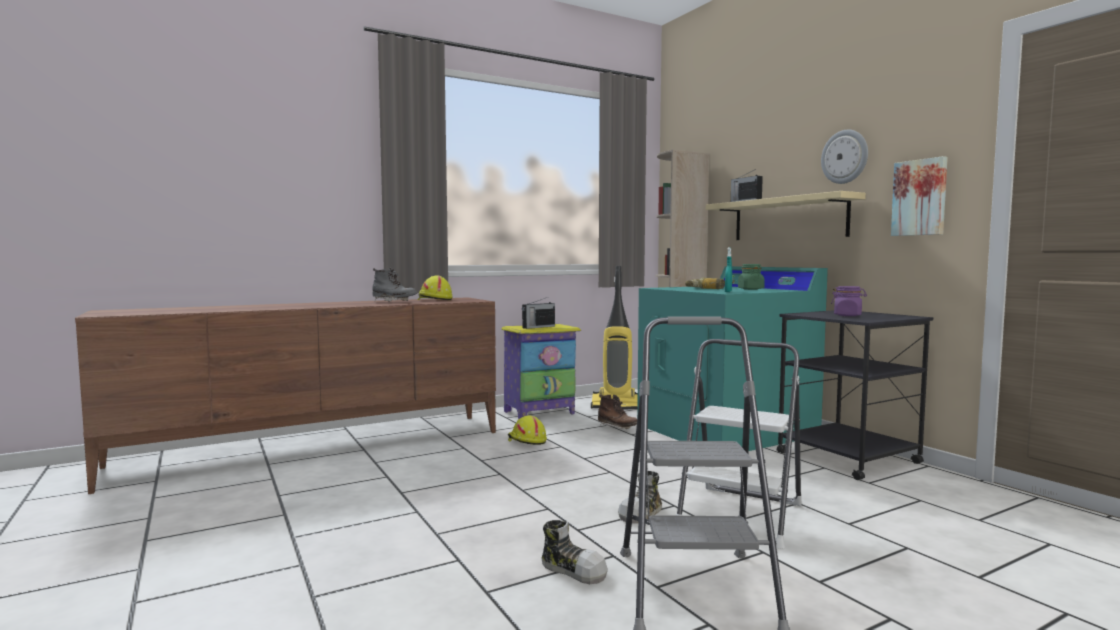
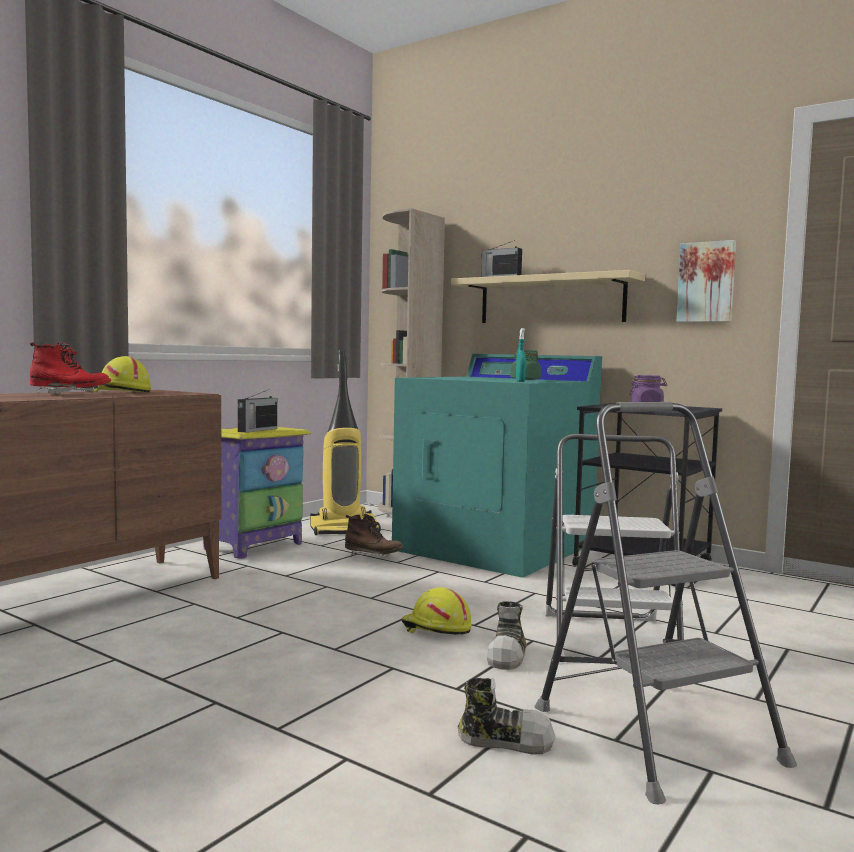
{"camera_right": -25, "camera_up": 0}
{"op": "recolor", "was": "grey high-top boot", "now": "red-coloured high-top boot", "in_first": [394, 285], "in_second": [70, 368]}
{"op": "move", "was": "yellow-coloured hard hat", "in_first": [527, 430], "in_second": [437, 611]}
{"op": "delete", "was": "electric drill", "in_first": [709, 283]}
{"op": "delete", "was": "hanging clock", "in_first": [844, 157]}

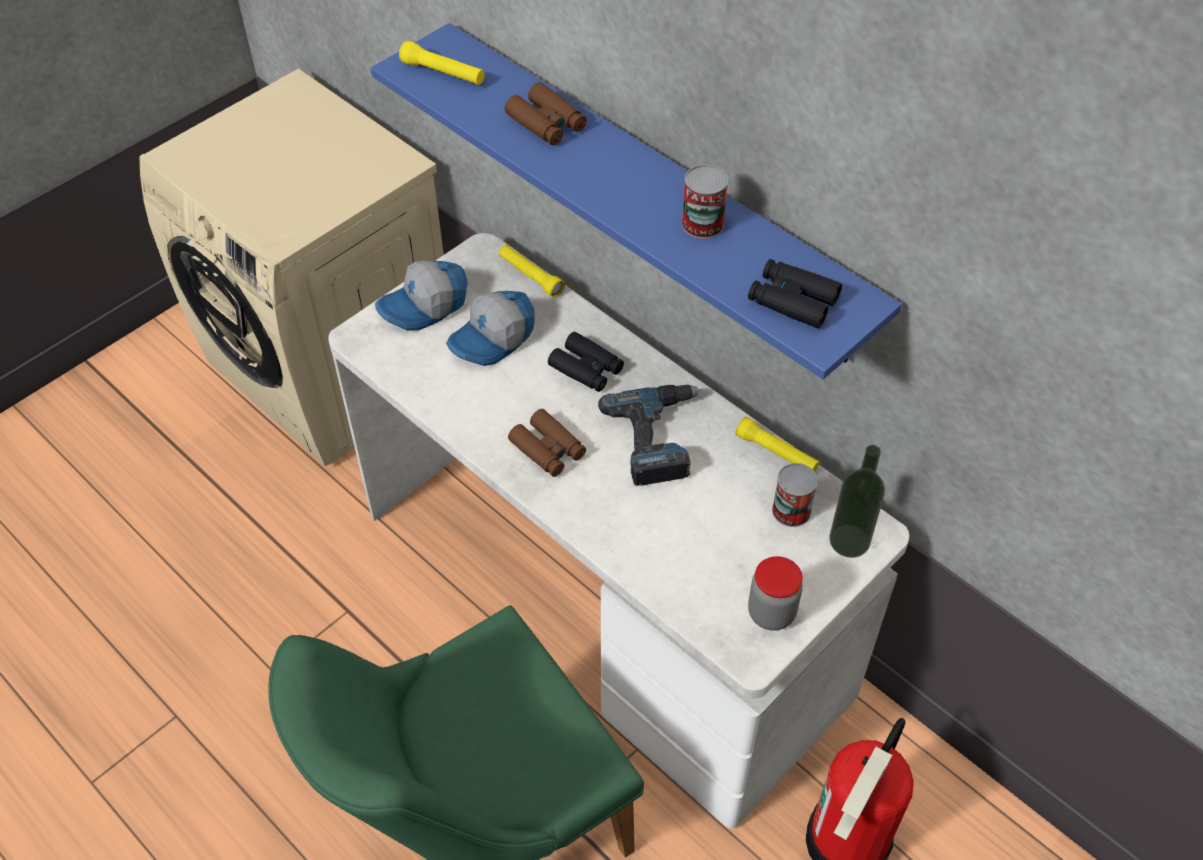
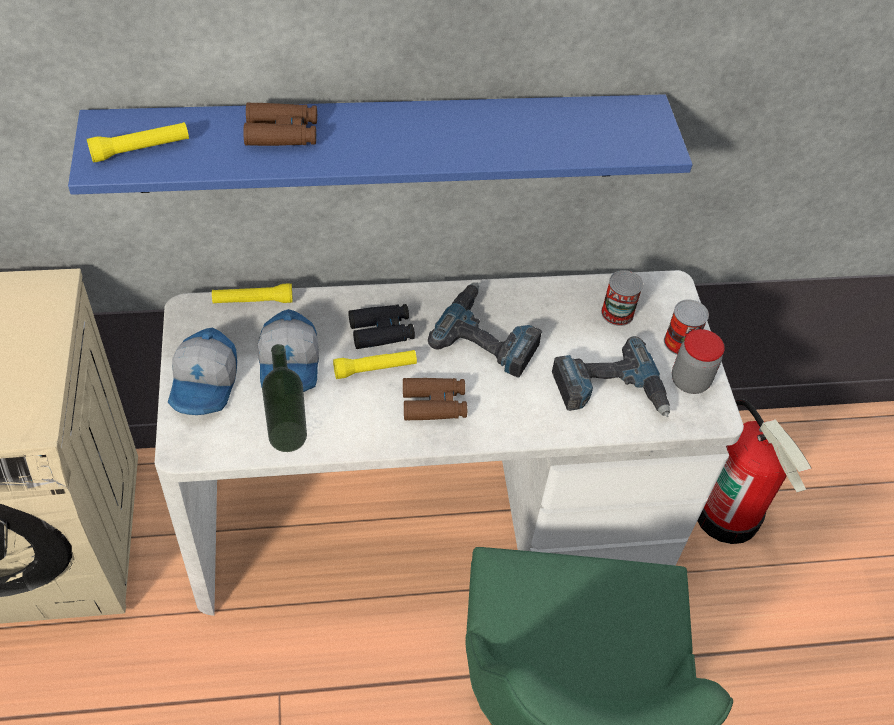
{"camera_right": -55, "camera_up": 0}
{"op": "move", "was": "bottle", "in_first": [857, 501], "in_second": [284, 398]}
{"op": "move", "was": "yellow-coloured flashlight", "in_first": [777, 444], "in_second": [375, 364]}
{"op": "insert", "now": "electric drill", "in_second": [611, 376]}
{"op": "move", "was": "can", "in_first": [705, 201], "in_second": [686, 327]}
{"op": "delete", "was": "black pair of binoculars", "in_first": [795, 293]}

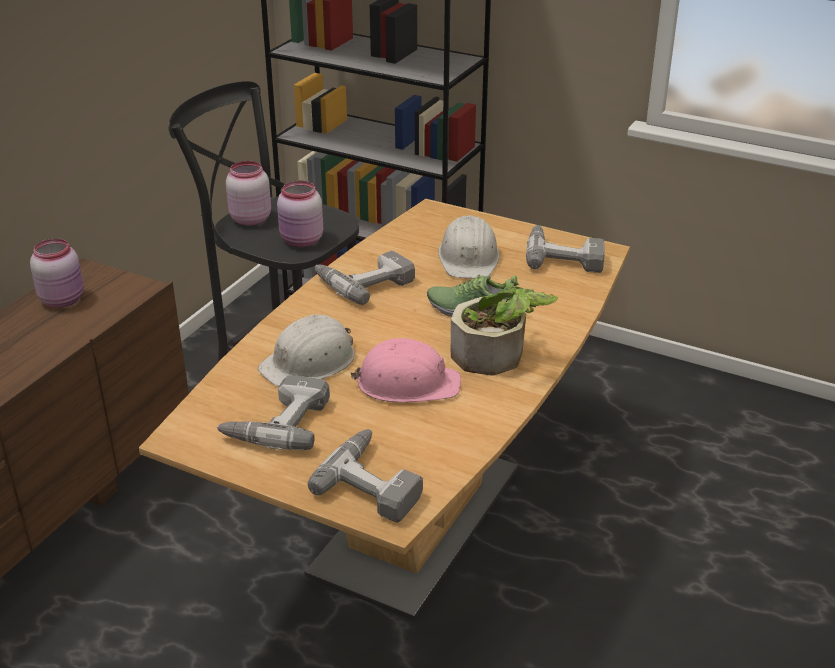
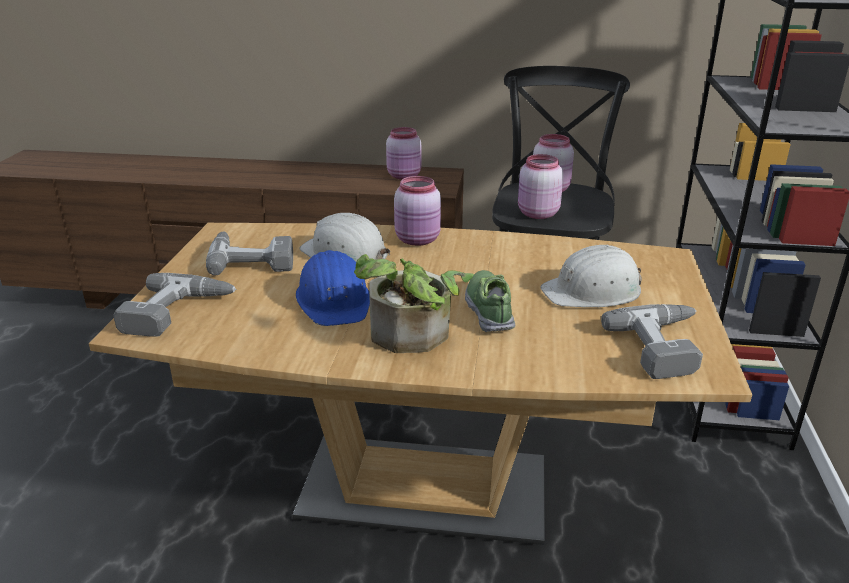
{"camera_right": 70, "camera_up": -5}
{"op": "recolor", "was": "pinkish hard hat", "now": "bluish hard hat", "in_first": [405, 370], "in_second": [333, 288]}
{"op": "insert", "now": "pinkish storage jar", "in_second": [417, 211]}
{"op": "delete", "was": "electric drill", "in_first": [365, 278]}

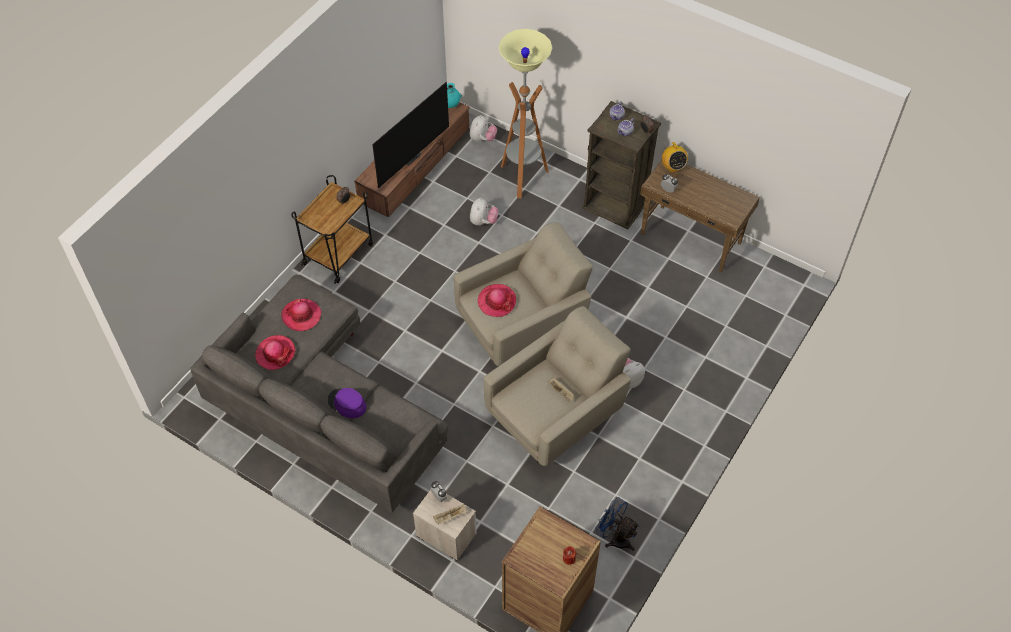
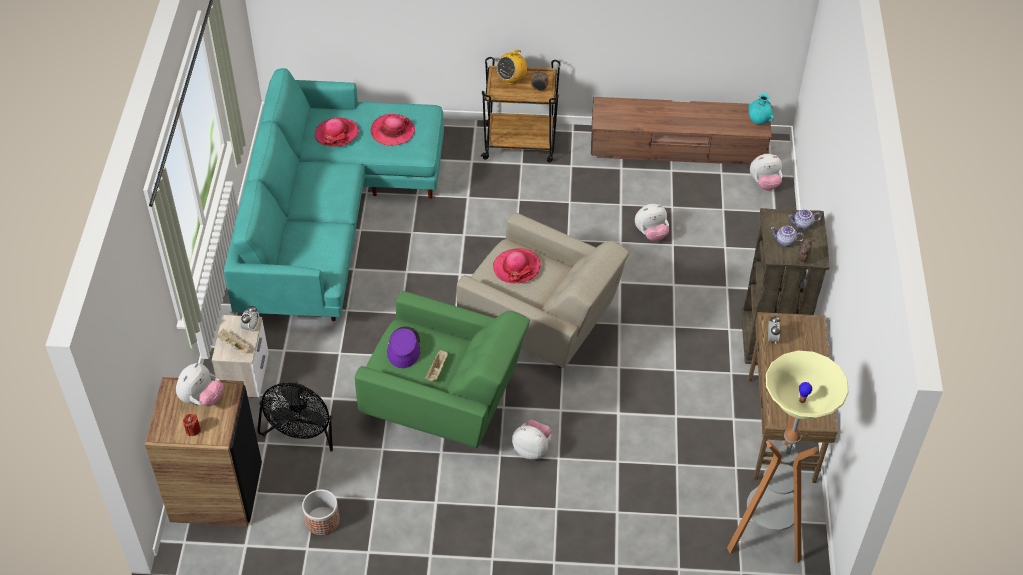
{"camera_right": 60, "camera_up": -5}
{"op": "insert", "now": "soft toy", "in_second": [199, 384]}
{"op": "recolor", "was": "grey sofa", "now": "blue-green sofa", "in_first": [319, 393], "in_second": [334, 194]}
{"op": "insert", "now": "black cooling fan", "in_second": [295, 417]}
{"op": "replace", "was": "bluish cooling fan", "now": "flower pot", "in_first": [617, 524], "in_second": [321, 512]}
{"op": "recolor", "was": "sand-coloured easy chair", "now": "green-coloured easy chair", "in_first": [557, 386], "in_second": [442, 369]}
{"op": "move", "was": "purple hat", "in_first": [347, 403], "in_second": [404, 347]}
{"op": "move", "was": "radio receiver", "in_first": [675, 157], "in_second": [512, 67]}
{"op": "move", "was": "standard lamp", "in_first": [525, 113], "in_second": [788, 456]}
{"op": "delete", "was": "TV", "in_first": [410, 135]}

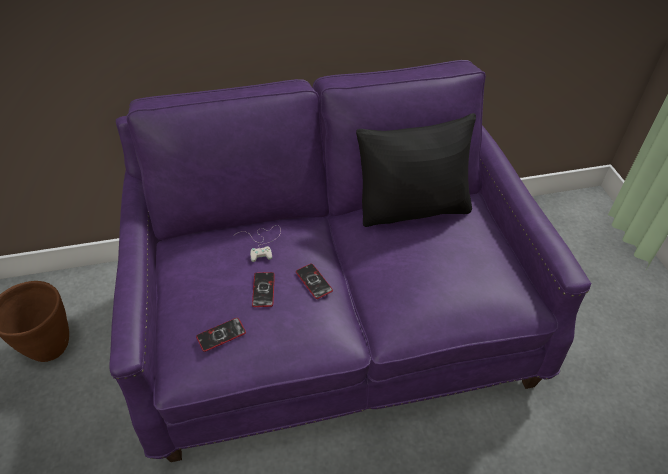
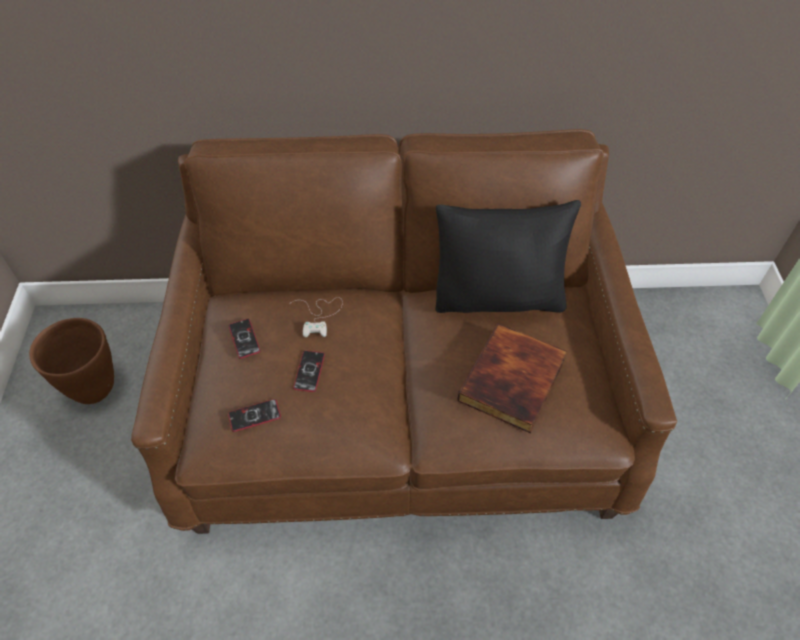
{"camera_right": 10, "camera_up": 5}
{"op": "recolor", "was": "purple sofa", "now": "brown-coloured sofa", "in_first": [350, 261], "in_second": [404, 331]}
{"op": "move", "was": "phone", "in_first": [314, 281], "in_second": [244, 339]}
{"op": "insert", "now": "bound book", "in_second": [512, 378]}

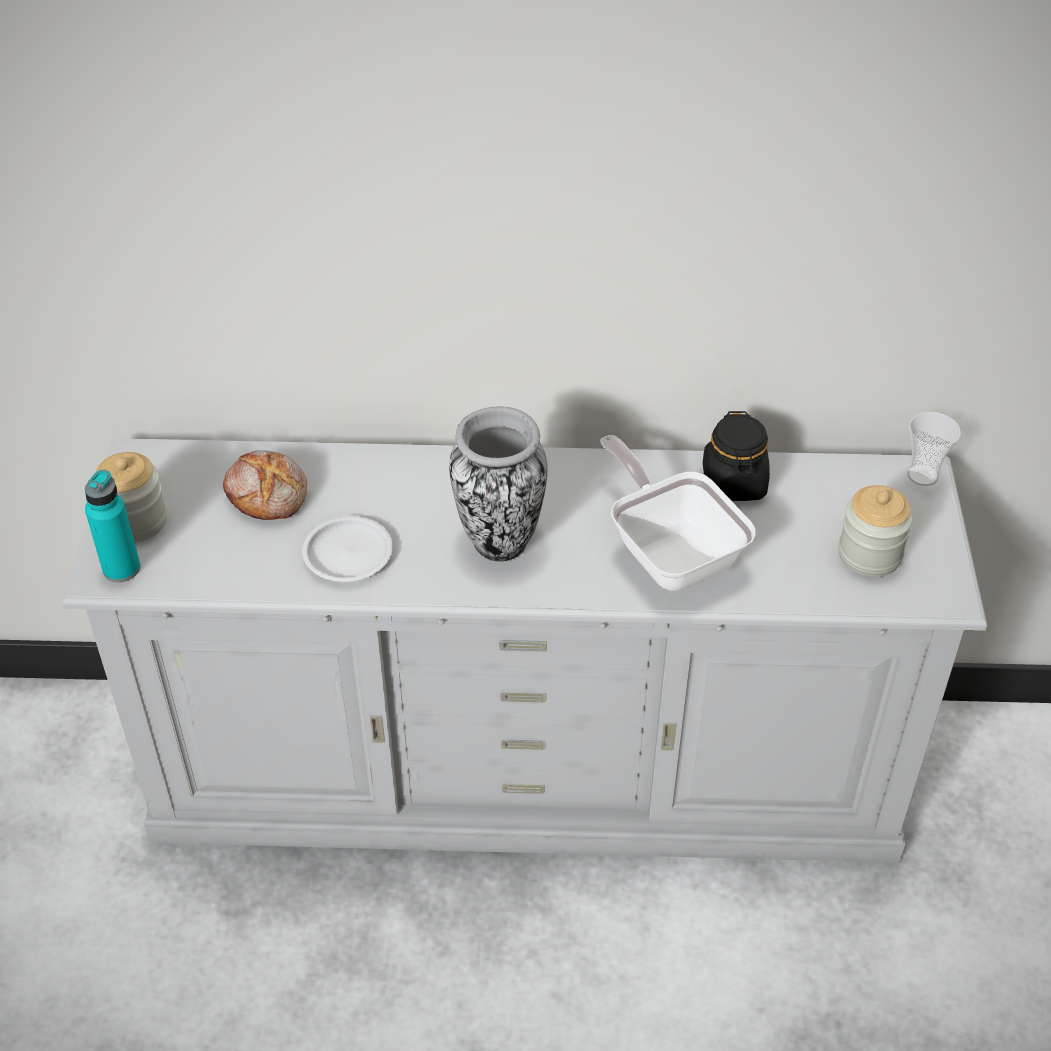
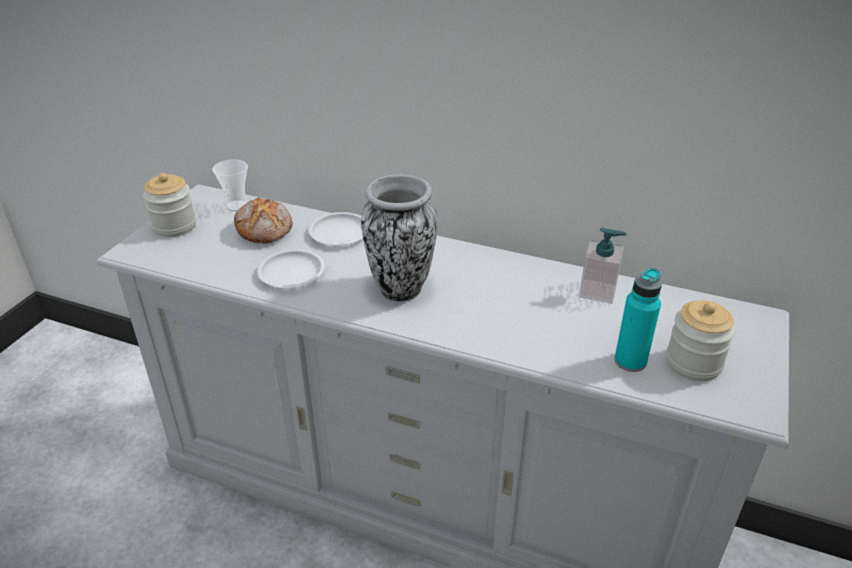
{"camera_right": 20, "camera_up": -10}
{"op": "move", "was": "small cup", "in_first": [934, 449], "in_second": [230, 185]}
{"op": "insert", "now": "white dinner plate", "in_second": [335, 228]}
{"op": "replace", "was": "black storage jar", "now": "soap bottle", "in_first": [736, 456], "in_second": [603, 266]}
{"op": "move", "was": "blue-green bottle", "in_first": [112, 525], "in_second": [638, 320]}
{"op": "delete", "was": "skillet", "in_first": [678, 513]}

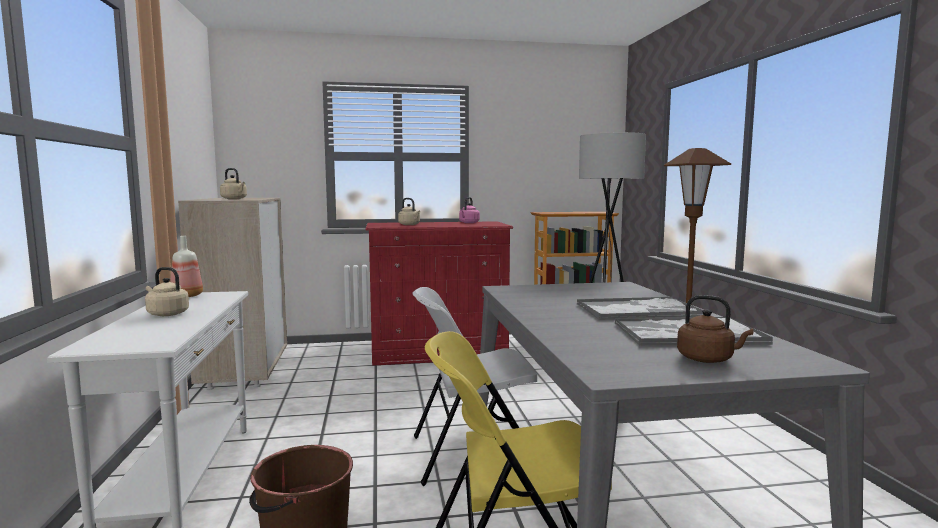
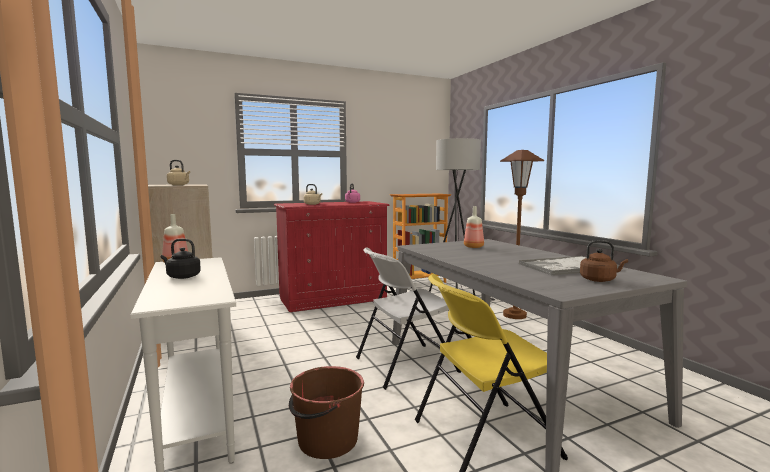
{"camera_right": -15, "camera_up": 0}
{"op": "recolor", "was": "sand-coloured tea kettle", "now": "black tea kettle", "in_first": [167, 291], "in_second": [181, 259]}
{"op": "insert", "now": "bottle", "in_second": [474, 227]}
{"op": "delete", "was": "carrying tray", "in_first": [640, 308]}

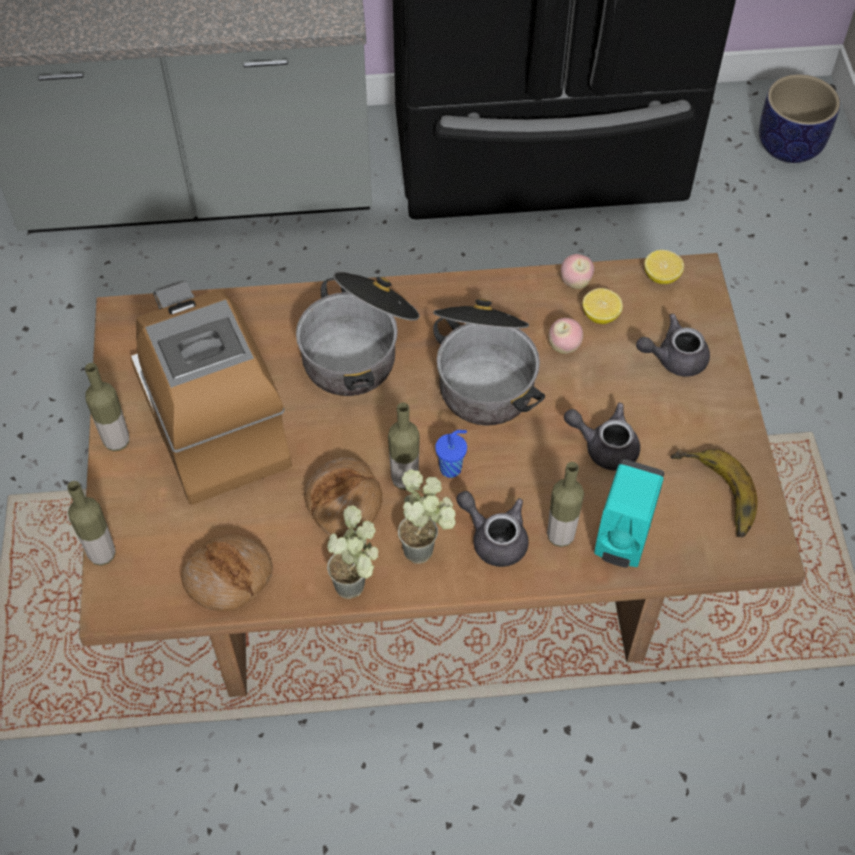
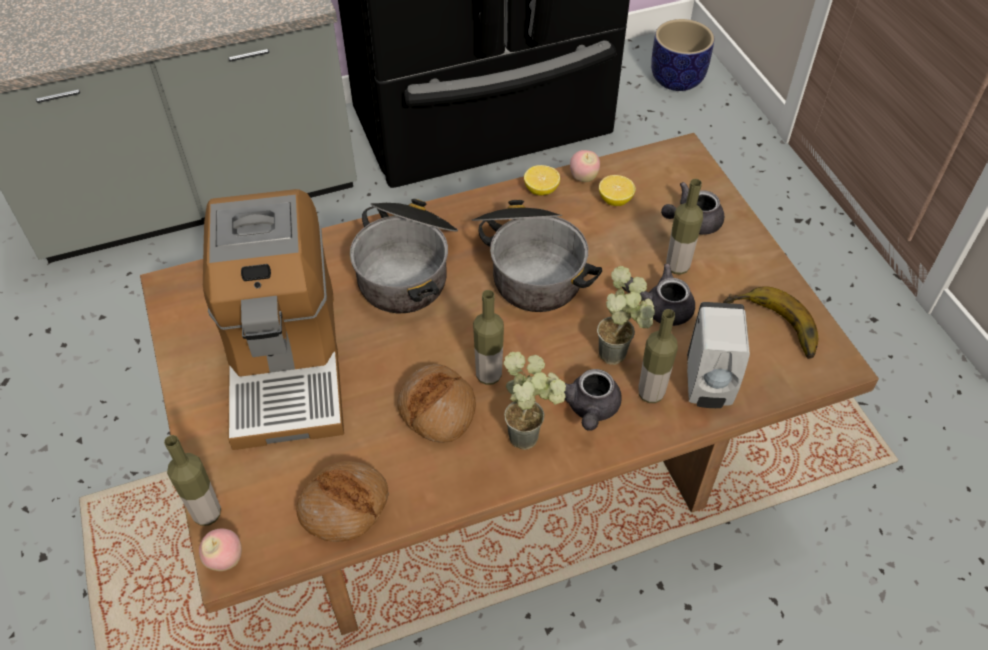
{"camera_right": -15, "camera_up": -5}
{"op": "move", "was": "apple", "in_first": [565, 336], "in_second": [220, 550]}
{"op": "rotate", "was": "coffee brewer", "in_first": [211, 392], "in_second": [273, 319], "clockwise": -150}
{"op": "move", "was": "lemon", "in_first": [664, 267], "in_second": [542, 180]}
{"op": "rotate", "was": "grey teapot", "in_first": [492, 529], "in_second": [593, 400], "clockwise": -105}
{"op": "move", "was": "potted plant", "in_first": [352, 552], "in_second": [626, 315]}
{"op": "move", "was": "bottle", "in_first": [107, 407], "in_second": [684, 227]}
{"op": "recolor", "was": "blue-green soap bottle", "now": "white soap bottle", "in_first": [629, 513], "in_second": [718, 355]}
{"op": "delete", "was": "bluish small cup", "in_first": [451, 454]}

